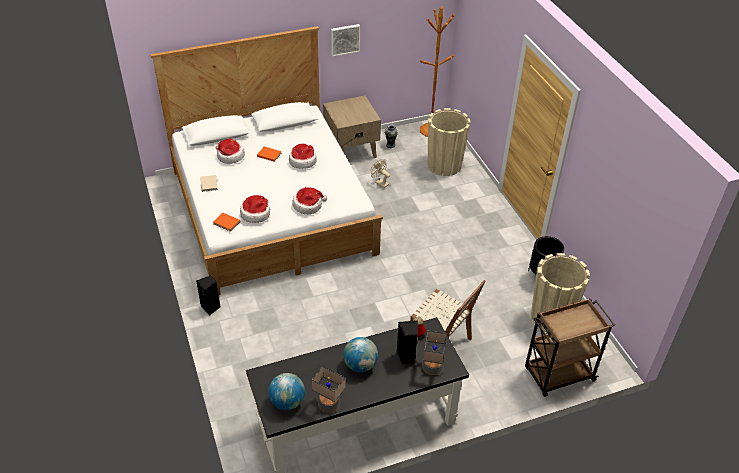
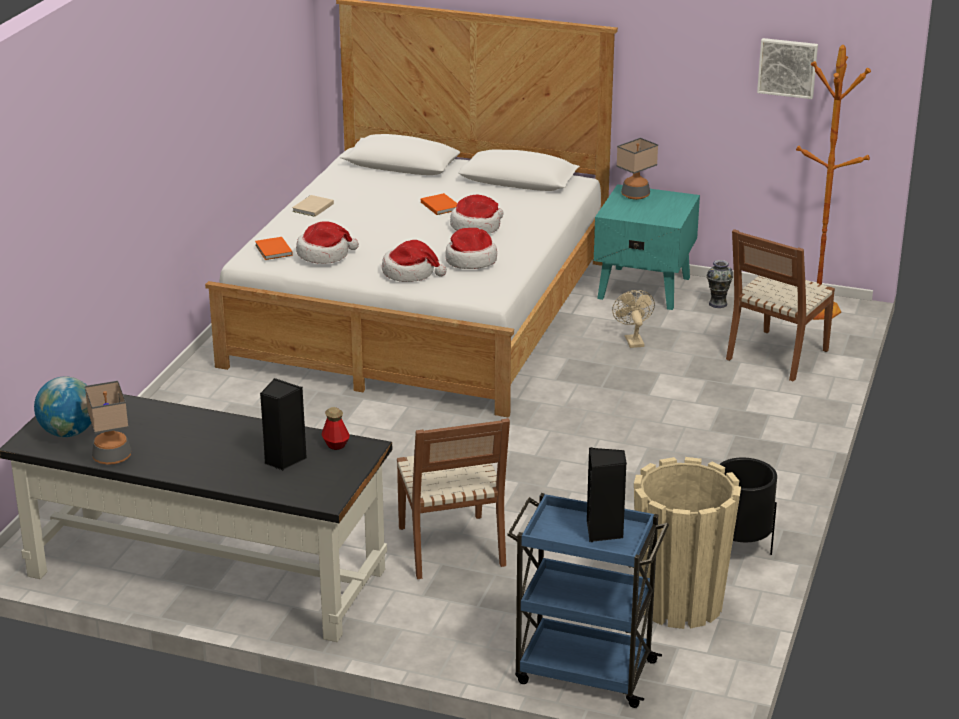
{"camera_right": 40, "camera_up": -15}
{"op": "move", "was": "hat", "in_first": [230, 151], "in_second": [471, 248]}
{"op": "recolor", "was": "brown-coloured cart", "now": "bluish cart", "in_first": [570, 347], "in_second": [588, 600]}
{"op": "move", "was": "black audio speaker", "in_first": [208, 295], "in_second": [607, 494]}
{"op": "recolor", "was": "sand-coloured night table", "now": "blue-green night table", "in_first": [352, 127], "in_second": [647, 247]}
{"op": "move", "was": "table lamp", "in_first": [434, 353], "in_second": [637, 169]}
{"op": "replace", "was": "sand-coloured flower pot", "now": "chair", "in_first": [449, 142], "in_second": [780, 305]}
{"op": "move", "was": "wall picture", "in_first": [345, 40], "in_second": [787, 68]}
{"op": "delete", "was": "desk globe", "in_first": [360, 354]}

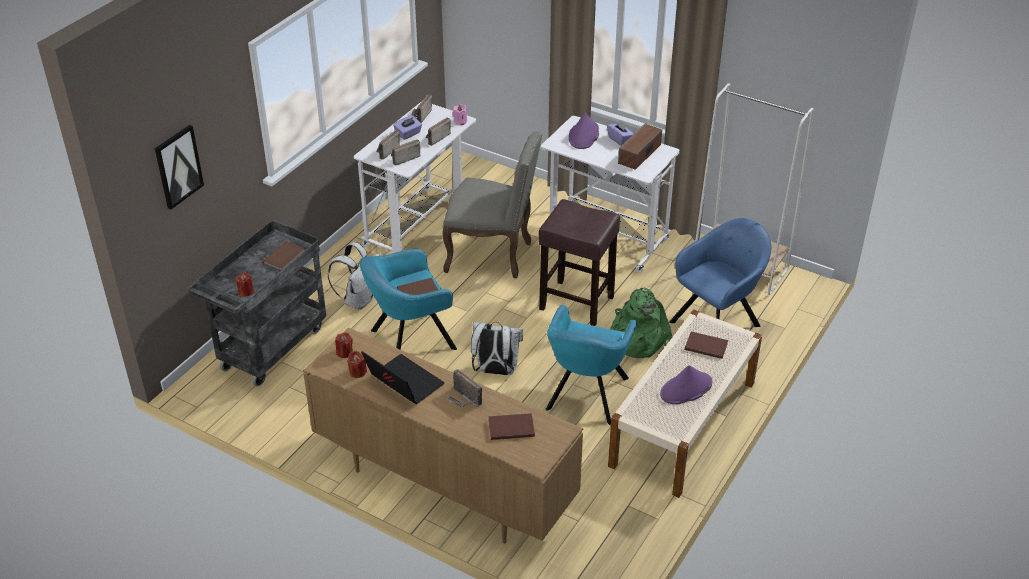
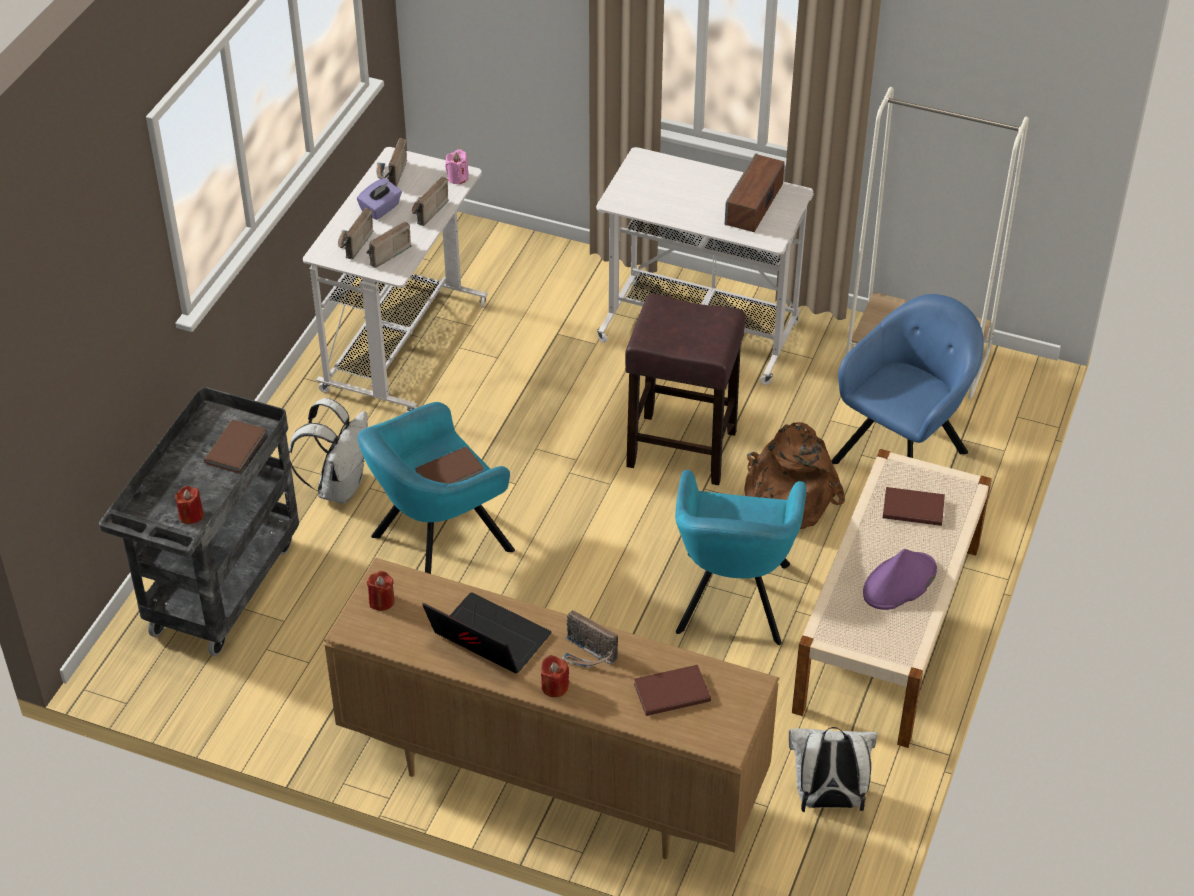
{"camera_right": -10, "camera_up": 5}
{"op": "move", "was": "red-coloured candle", "in_first": [357, 364], "in_second": [555, 676]}
{"op": "recolor", "was": "green-coloured backpack", "now": "brown-coloured backpack", "in_first": [641, 323], "in_second": [794, 475]}
{"op": "move", "was": "white backpack", "in_first": [497, 348], "in_second": [833, 769]}
{"op": "delete", "was": "wall picture", "in_first": [179, 167]}
{"op": "delete", "was": "grey chair", "in_first": [492, 204]}
{"op": "delete", "was": "purple hat", "in_first": [584, 130]}
{"op": "delete", "was": "purple tissue box", "in_first": [620, 133]}

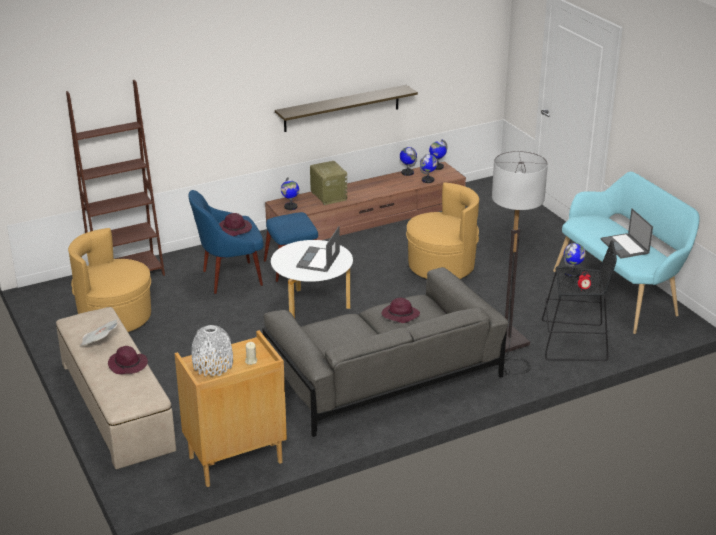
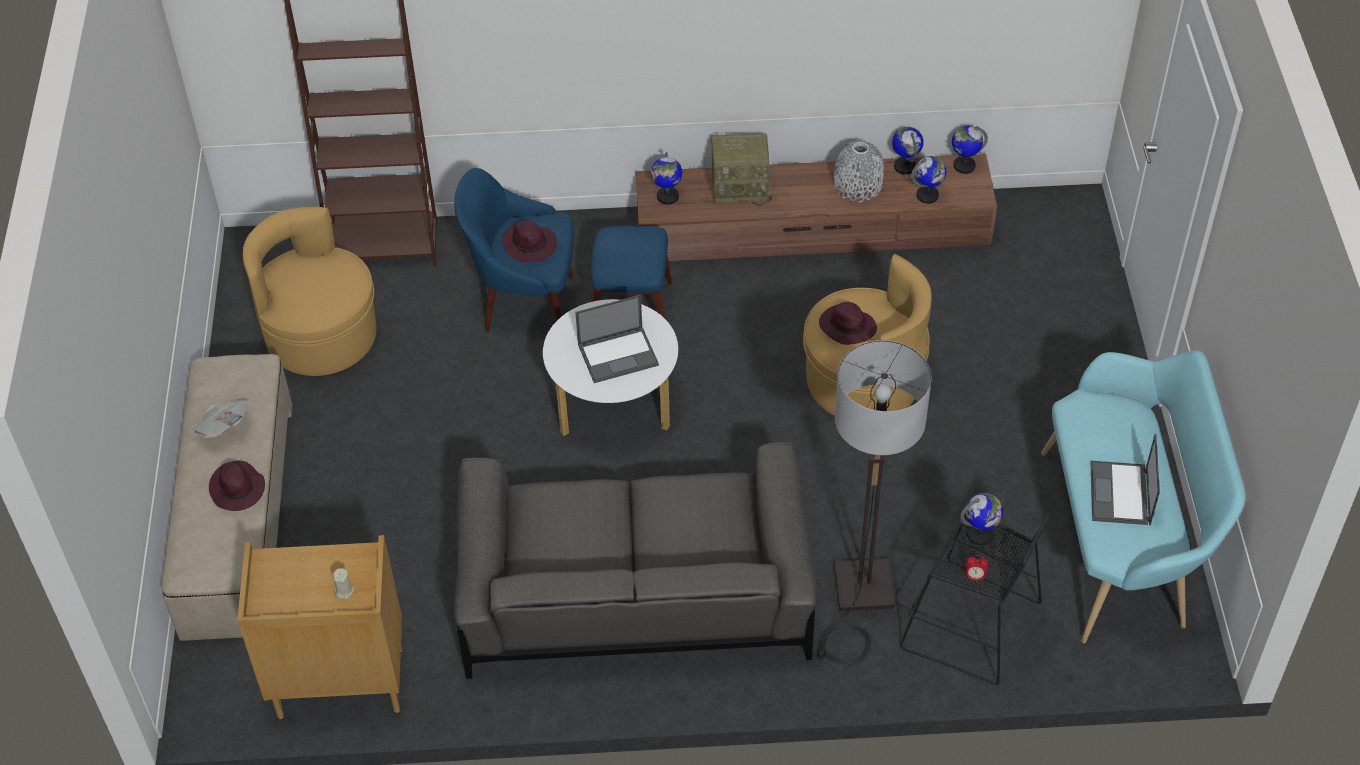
{"camera_right": 25, "camera_up": 20}
{"op": "rotate", "was": "portable computer", "in_first": [318, 249], "in_second": [617, 339], "clockwise": -150}
{"op": "rotate", "was": "radio receiver", "in_first": [328, 183], "in_second": [741, 169], "clockwise": 90}
{"op": "move", "was": "purple hat", "in_first": [401, 310], "in_second": [848, 323]}
{"op": "move", "was": "grey flower vase", "in_first": [212, 350], "in_second": [859, 171]}
{"op": "delete", "was": "wall shelf", "in_first": [346, 108]}

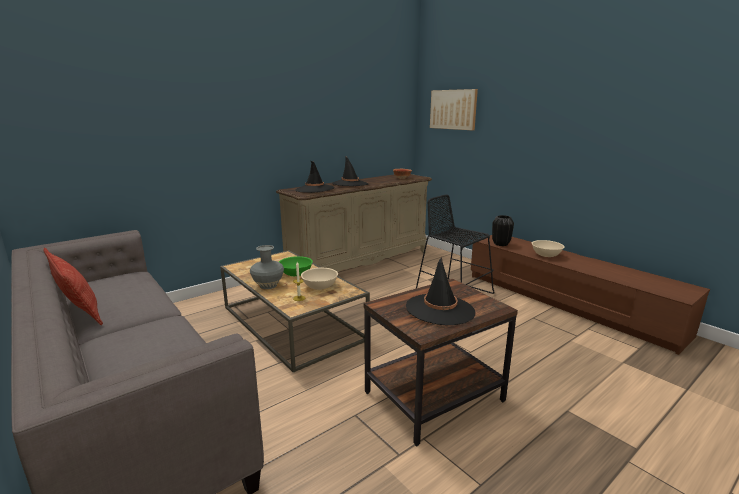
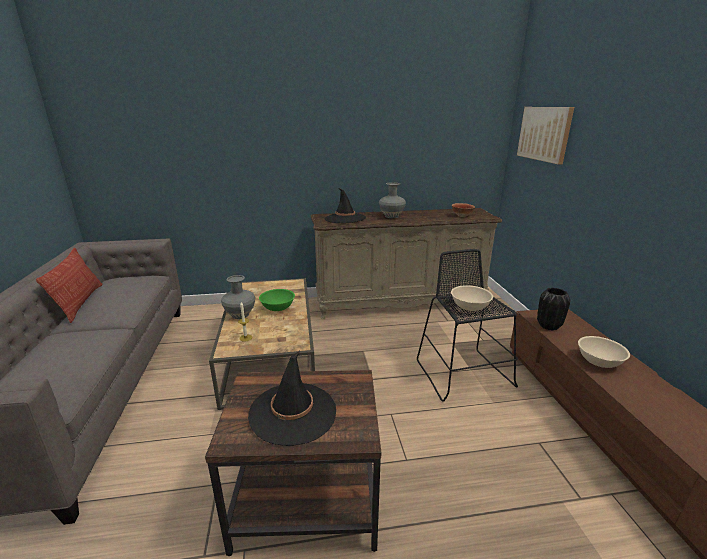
{"camera_right": 30, "camera_up": 5}
{"op": "replace", "was": "black hat", "now": "grey flower vase", "in_first": [350, 171], "in_second": [392, 200]}
{"op": "move", "was": "sand-coloured deep dish", "in_first": [319, 279], "in_second": [472, 298]}

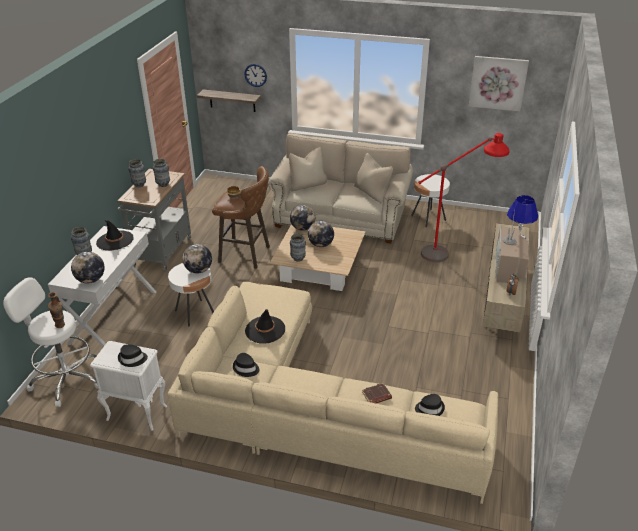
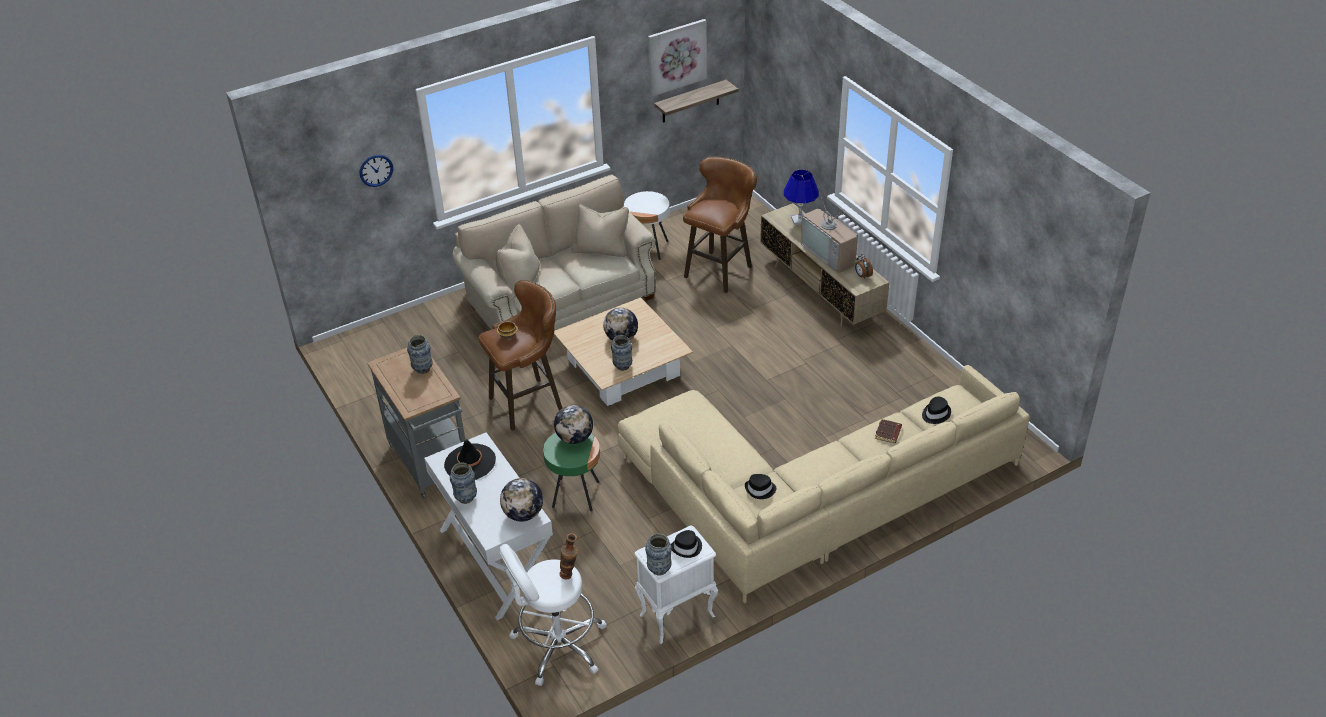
{"camera_right": -45, "camera_up": 5}
{"op": "recolor", "was": "white end table", "now": "green-coloured end table", "in_first": [191, 295], "in_second": [571, 472]}
{"op": "move", "was": "flower vase", "in_first": [137, 173], "in_second": [658, 554]}
{"op": "move", "was": "wall shelf", "in_first": [229, 100], "in_second": [696, 101]}
{"op": "replace", "was": "red-coloured standard lamp", "now": "brown-coloured stool", "in_first": [464, 197], "in_second": [720, 225]}
{"op": "delete", "was": "black hat", "in_first": [265, 326]}
{"op": "delete", "was": "desk globe", "in_first": [302, 218]}

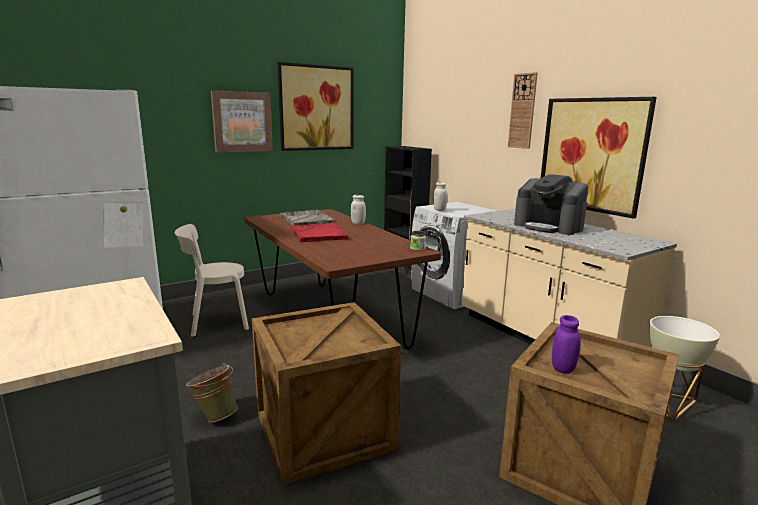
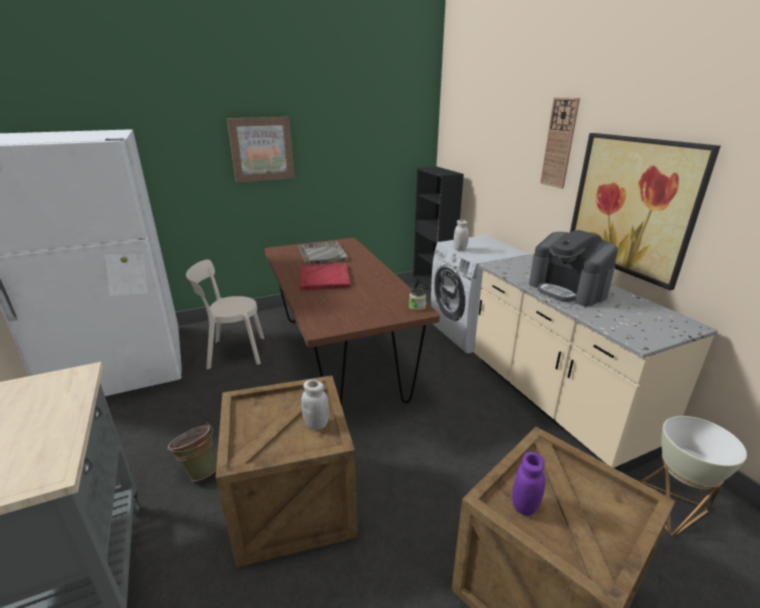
{"camera_right": 10, "camera_up": 10}
{"op": "move", "was": "white storage jar", "in_first": [358, 209], "in_second": [315, 404]}
{"op": "delete", "was": "wall picture", "in_first": [316, 106]}

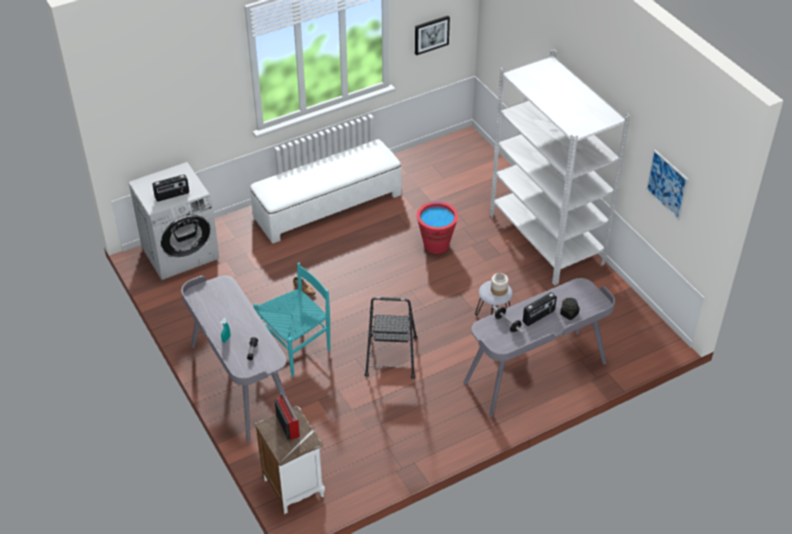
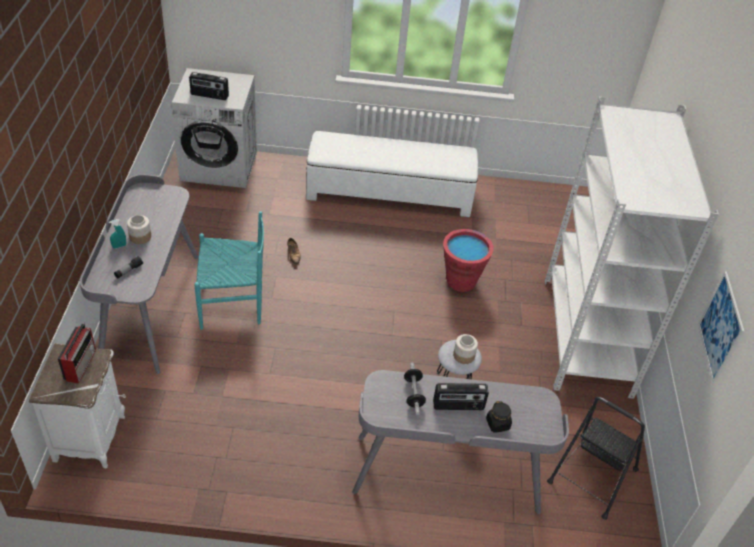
{"camera_right": 30, "camera_up": 0}
{"op": "insert", "now": "storage jar", "in_second": [139, 229]}
{"op": "move", "was": "black step ladder", "in_first": [391, 338], "in_second": [596, 458]}
{"op": "delete", "was": "wall picture", "in_first": [432, 35]}

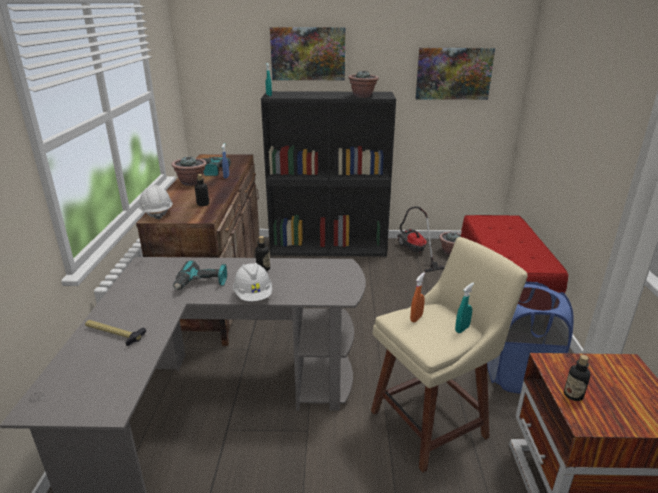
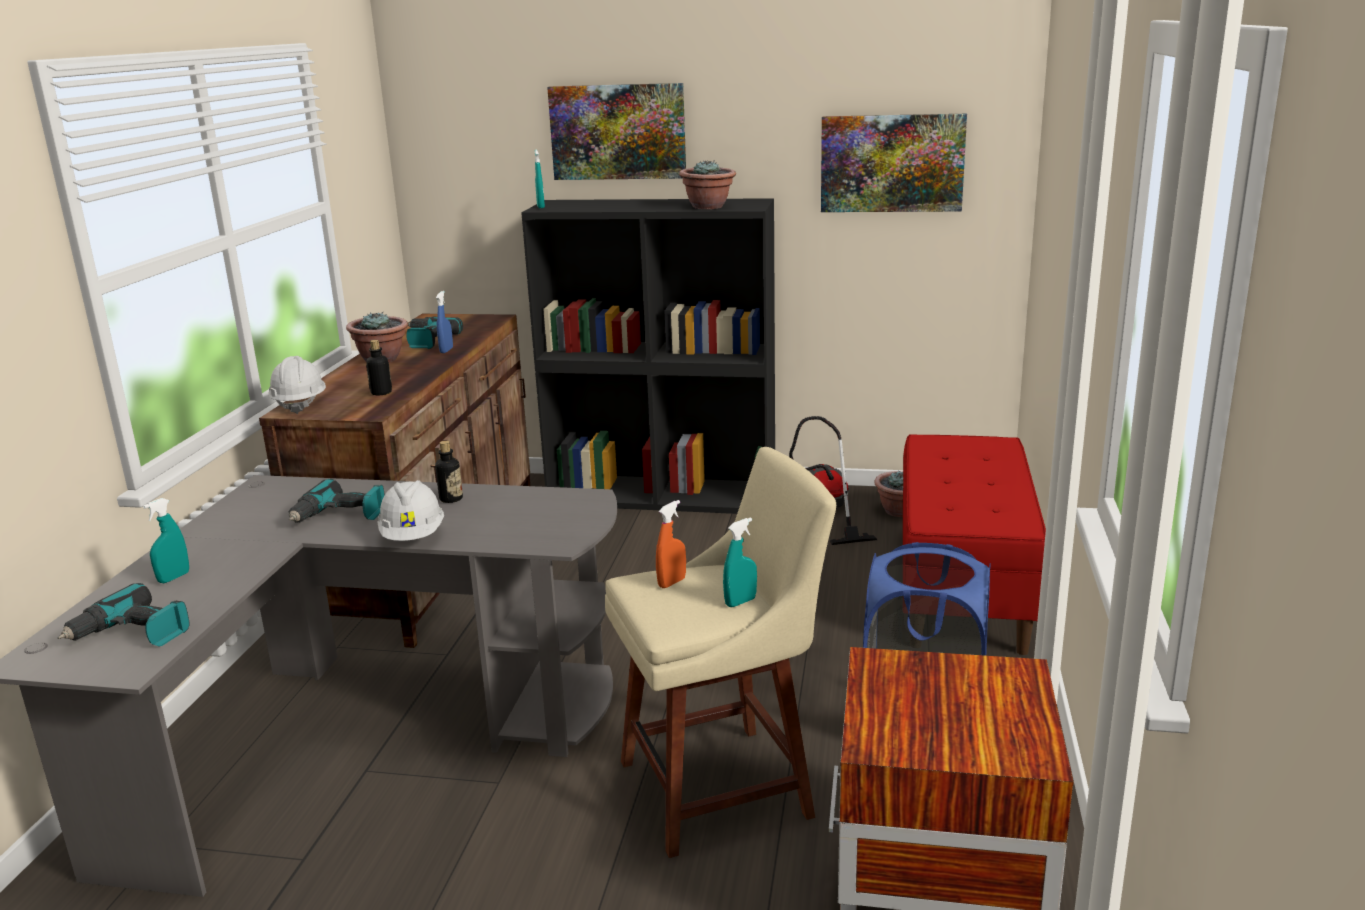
{"camera_right": 10, "camera_up": -5}
{"op": "insert", "now": "electric drill", "in_second": [123, 615]}
{"op": "replace", "was": "tool hammer", "now": "blue-green sprayer", "in_first": [115, 333], "in_second": [166, 540]}
{"op": "delete", "was": "bottle", "in_first": [577, 378]}

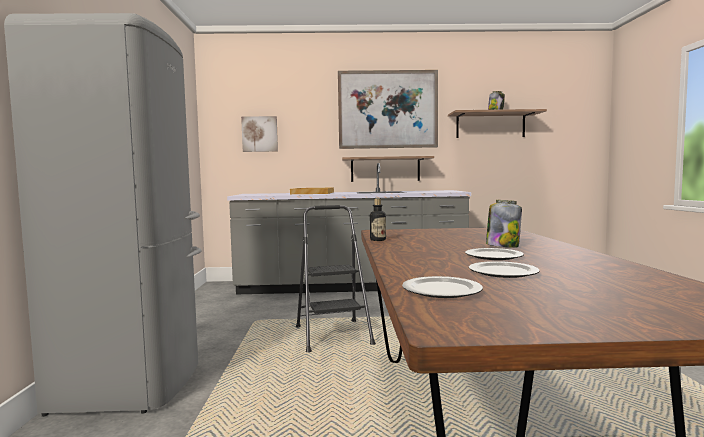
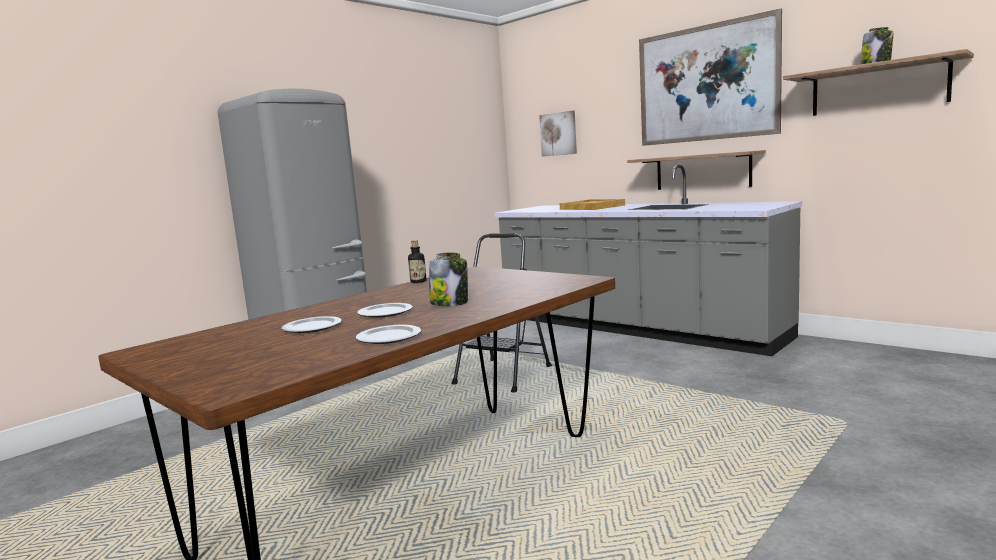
{"camera_right": 45, "camera_up": 5}
{"op": "move", "was": "dinner plate", "in_first": [442, 287], "in_second": [388, 334]}

